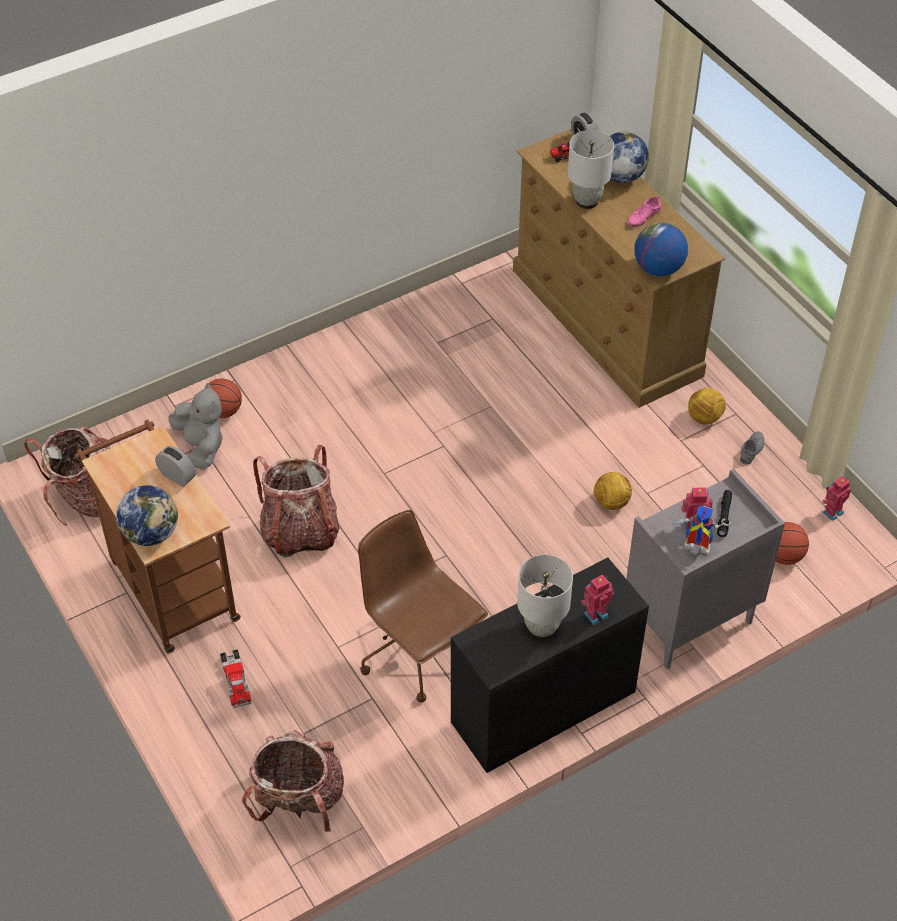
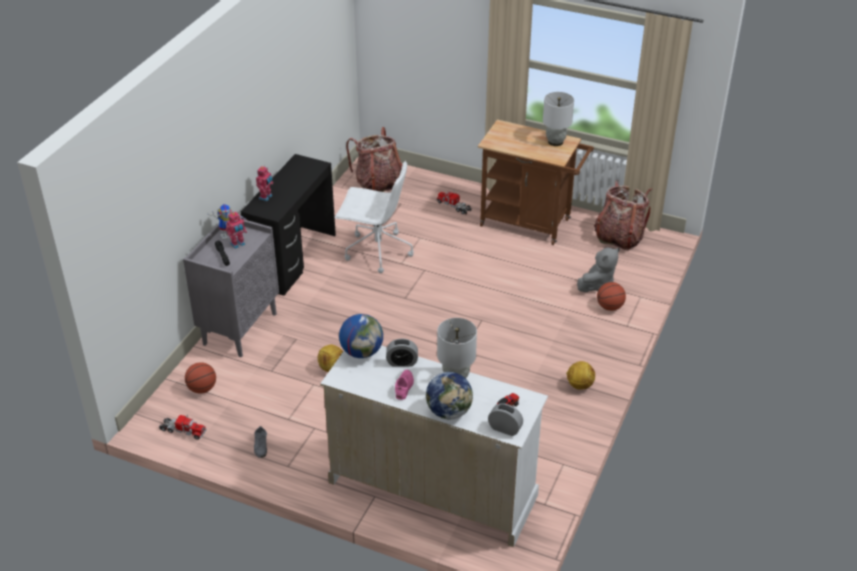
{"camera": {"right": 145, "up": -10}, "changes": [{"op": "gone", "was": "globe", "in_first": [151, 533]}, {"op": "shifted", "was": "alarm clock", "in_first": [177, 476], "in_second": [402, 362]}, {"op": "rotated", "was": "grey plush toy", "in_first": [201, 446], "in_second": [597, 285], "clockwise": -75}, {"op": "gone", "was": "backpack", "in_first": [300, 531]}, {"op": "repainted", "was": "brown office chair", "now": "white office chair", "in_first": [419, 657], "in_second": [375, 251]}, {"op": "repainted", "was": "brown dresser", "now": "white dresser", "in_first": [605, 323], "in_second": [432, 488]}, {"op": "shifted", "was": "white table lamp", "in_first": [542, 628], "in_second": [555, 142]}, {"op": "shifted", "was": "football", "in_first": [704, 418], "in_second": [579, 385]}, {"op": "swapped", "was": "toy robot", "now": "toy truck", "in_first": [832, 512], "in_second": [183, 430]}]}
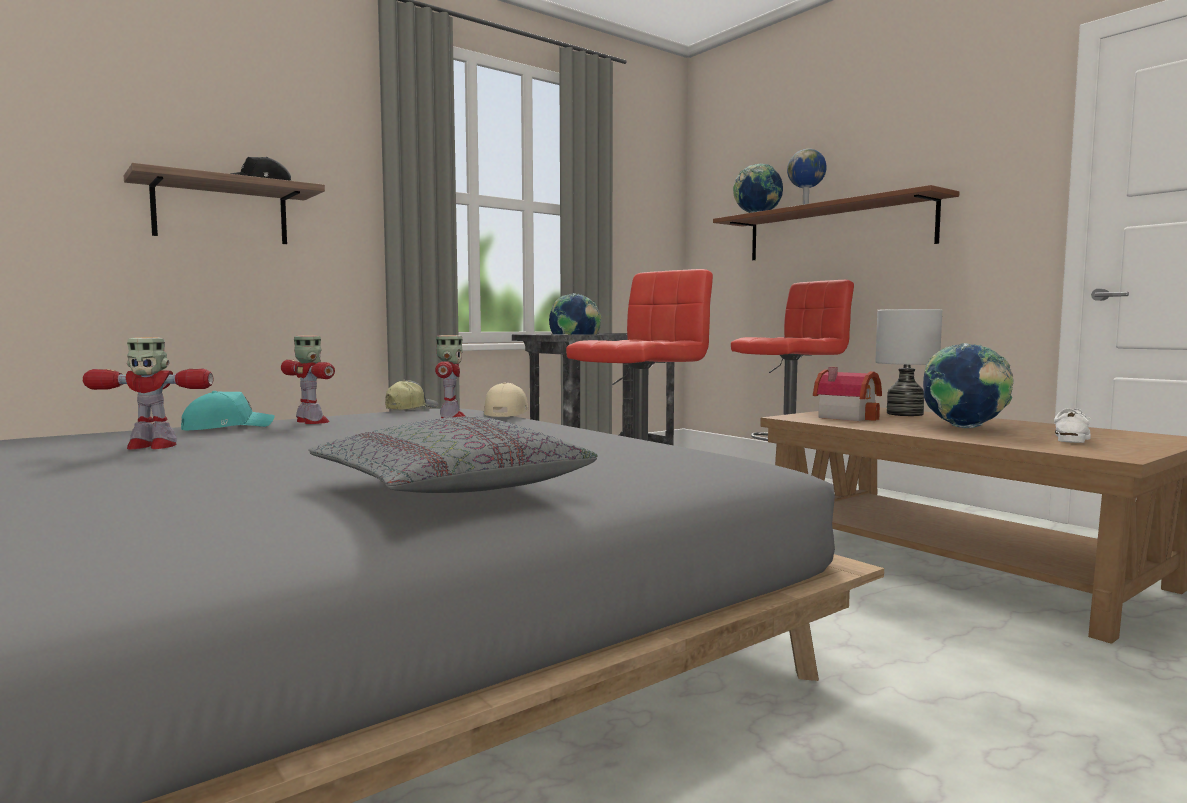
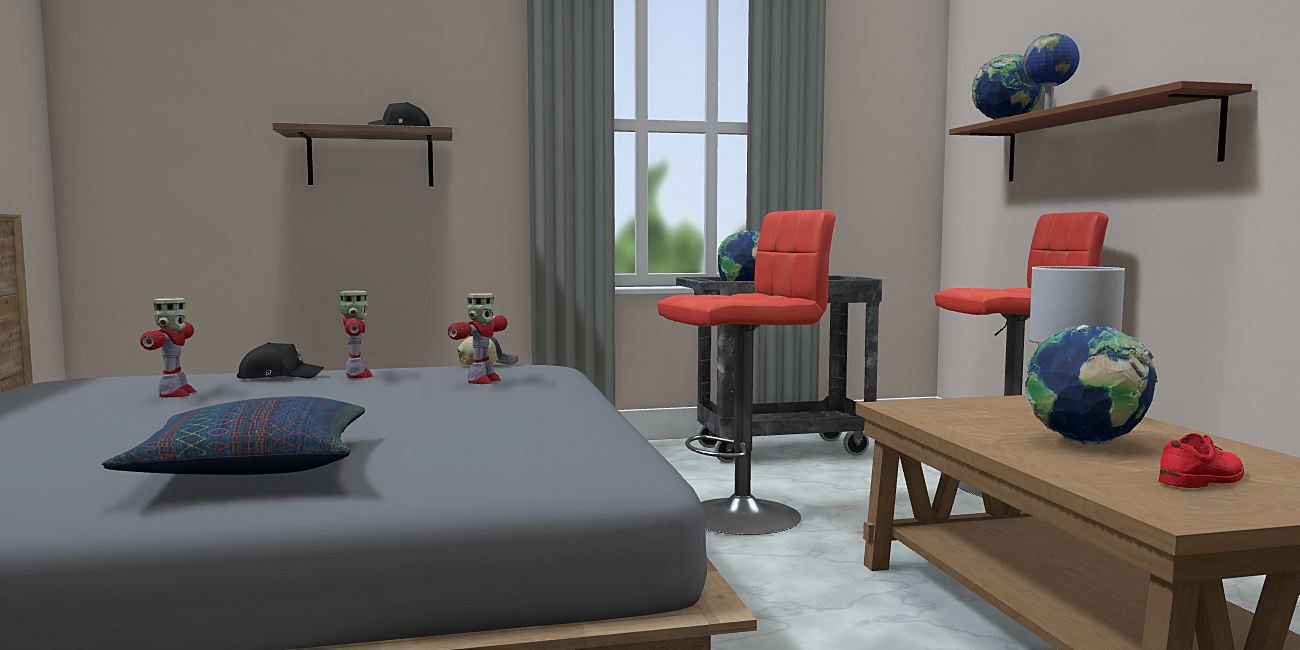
{"camera": {"right": 25, "up": 0}, "changes": [{"op": "rotated", "was": "toy robot", "in_first": [151, 446], "in_second": [175, 394], "clockwise": -120}, {"op": "repainted", "was": "turquoise cap", "now": "black cap", "in_first": [226, 427], "in_second": [279, 377]}, {"op": "repainted", "was": "grey pillow", "now": "blue pillow", "in_first": [448, 488], "in_second": [253, 467]}, {"op": "gone", "was": "beige cap", "in_first": [505, 413]}, {"op": "gone", "was": "toy house", "in_first": [846, 417]}, {"op": "repainted", "was": "white shoe", "now": "red shoe", "in_first": [1071, 439], "in_second": [1202, 479]}]}
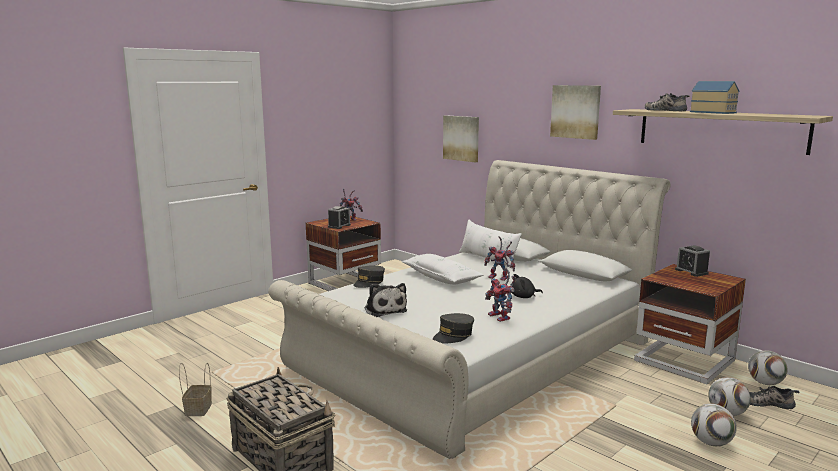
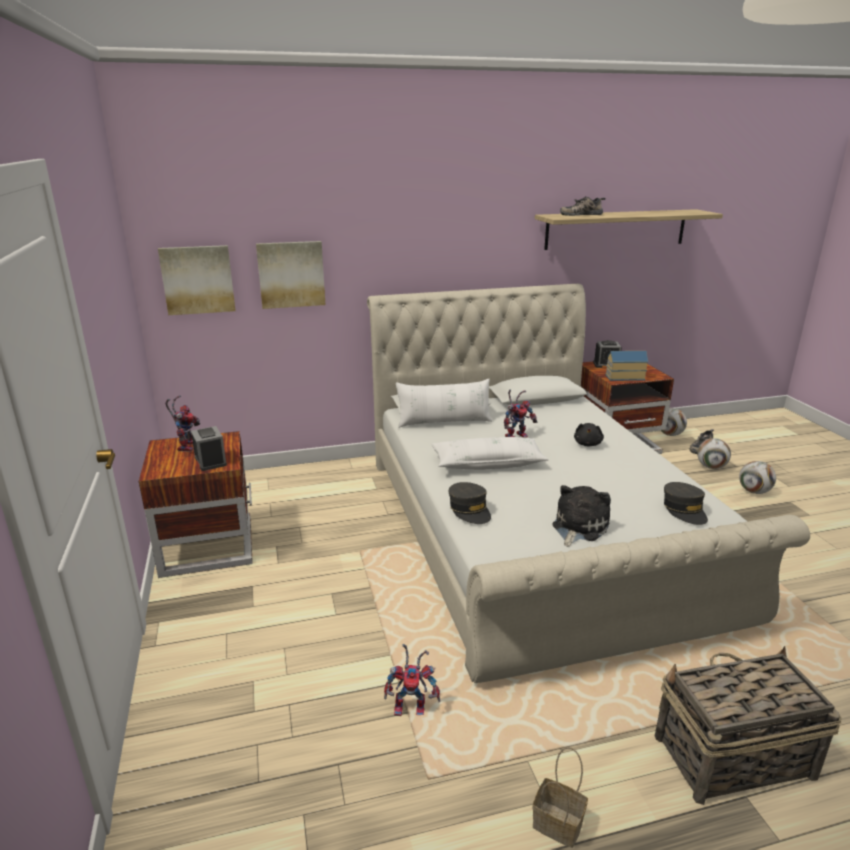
{"camera": {"right": -60, "up": 10}, "changes": [{"op": "rotated", "was": "plush toy", "in_first": [384, 310], "in_second": [578, 527], "clockwise": -60}, {"op": "shifted", "was": "toy robot", "in_first": [501, 317], "in_second": [412, 706]}, {"op": "shifted", "was": "picture", "in_first": [575, 111], "in_second": [198, 279]}, {"op": "shifted", "was": "toy house", "in_first": [713, 112], "in_second": [624, 376]}]}
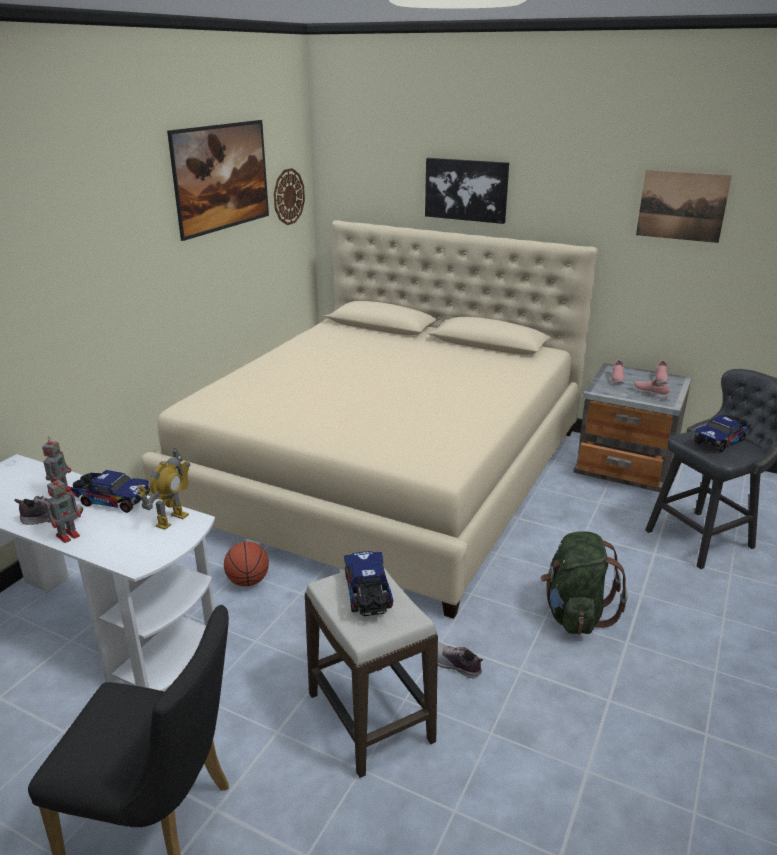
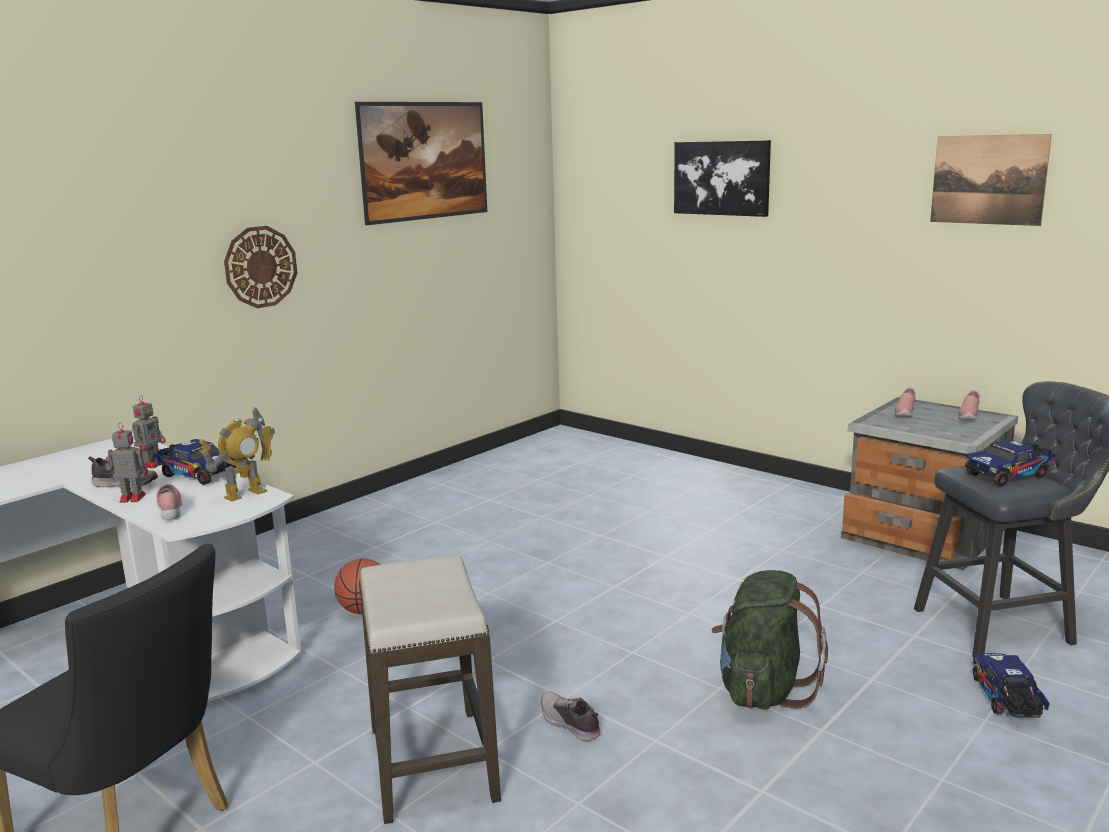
{"camera": {"right": 15, "up": -10}, "changes": [{"op": "rotated", "was": "toy robot", "in_first": [69, 535], "in_second": [131, 498], "clockwise": -150}, {"op": "gone", "was": "beige bed", "in_first": [385, 472]}, {"op": "shifted", "was": "wall clock", "in_first": [288, 196], "in_second": [260, 267]}, {"op": "shifted", "was": "toy truck", "in_first": [368, 595], "in_second": [1007, 700]}, {"op": "shifted", "was": "pink shoe", "in_first": [650, 394], "in_second": [171, 510]}]}
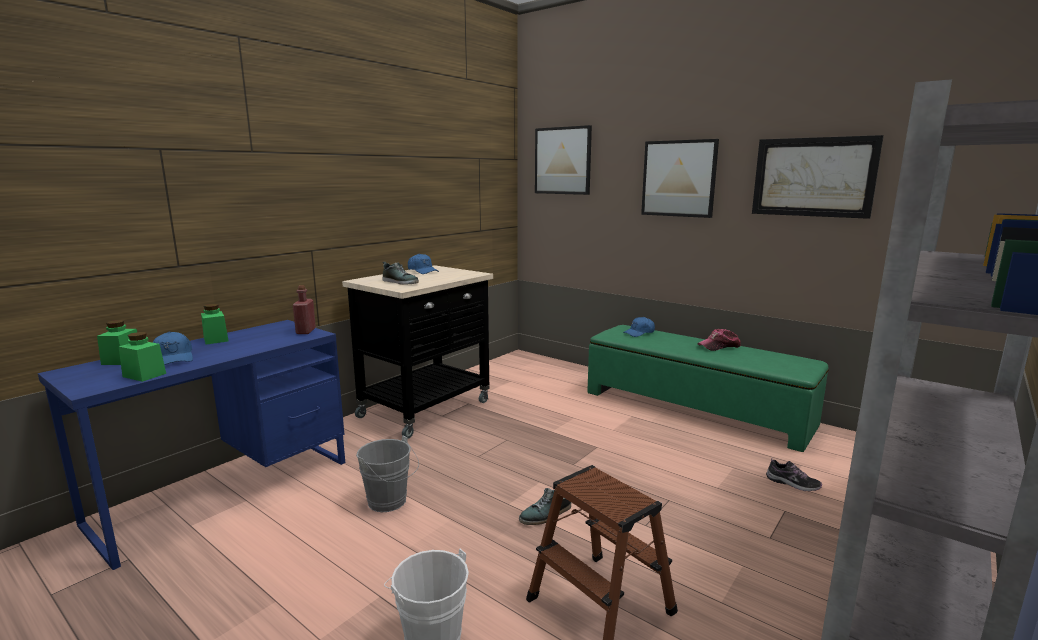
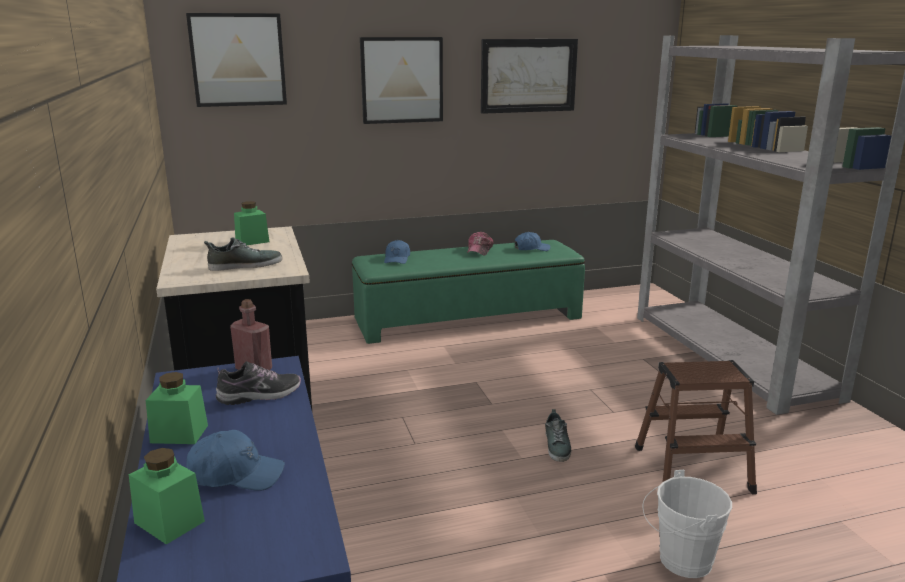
{"camera": {"right": -55, "up": 5}, "changes": [{"op": "shifted", "was": "green jar", "in_first": [144, 375], "in_second": [252, 241]}, {"op": "gone", "was": "grey bucket", "in_first": [390, 503]}, {"op": "shifted", "was": "blue cap", "in_first": [422, 271], "in_second": [531, 248]}, {"op": "shifted", "was": "shoe", "in_first": [792, 483], "in_second": [260, 395]}]}
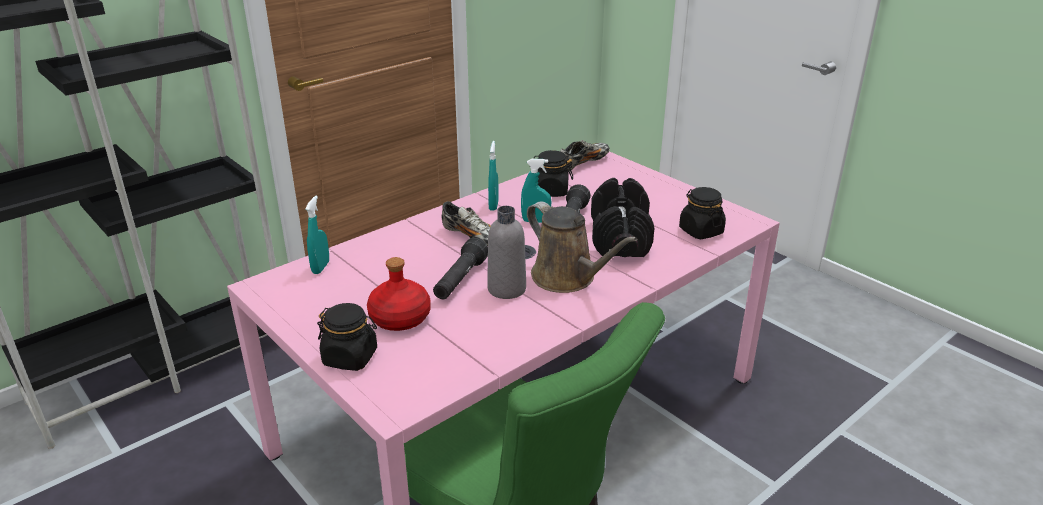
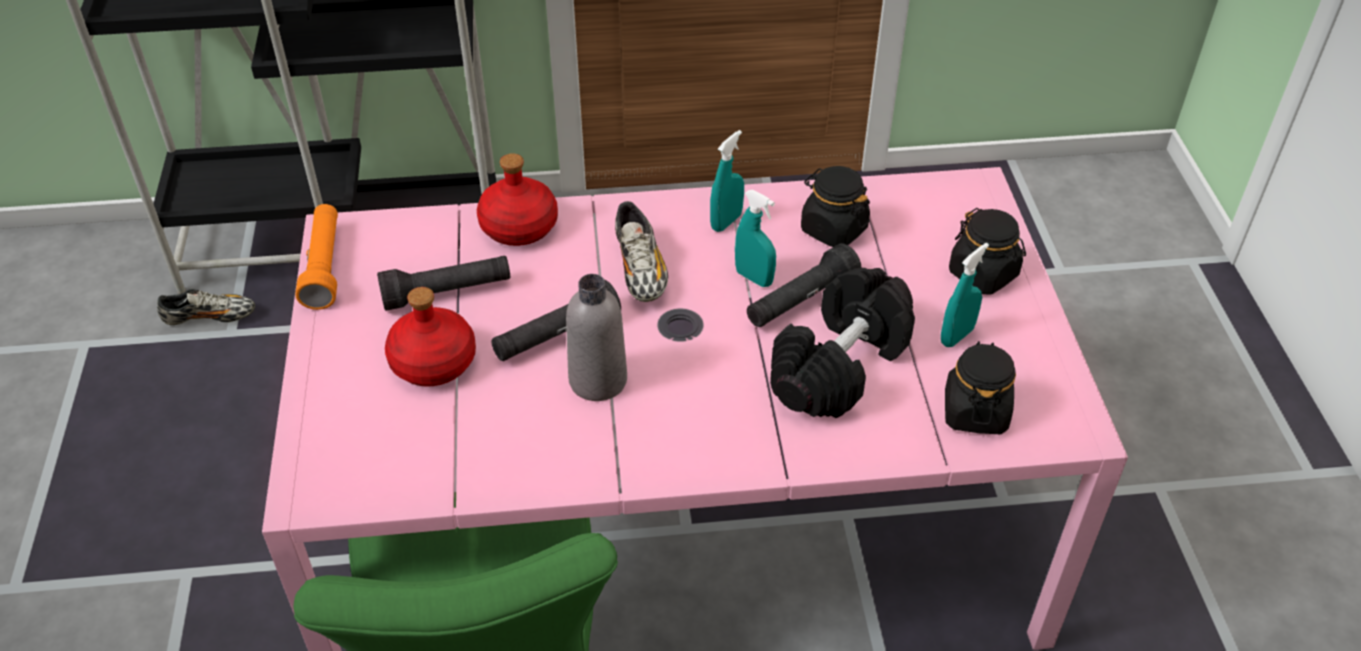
{"camera": {"right": 35, "up": 15}, "changes": [{"op": "shifted", "was": "turquoise spray bottle", "in_first": [320, 267], "in_second": [957, 336]}, {"op": "shifted", "was": "black jar", "in_first": [350, 357], "in_second": [983, 274]}, {"op": "gone", "was": "brown watering can", "in_first": [567, 278]}, {"op": "shifted", "was": "shoe", "in_first": [582, 163], "in_second": [210, 317]}, {"op": "new", "now": "orange flashlight", "in_second": [324, 266]}, {"op": "new", "now": "black flashlight", "in_second": [447, 293]}, {"op": "new", "now": "red bottle", "in_second": [519, 226]}]}
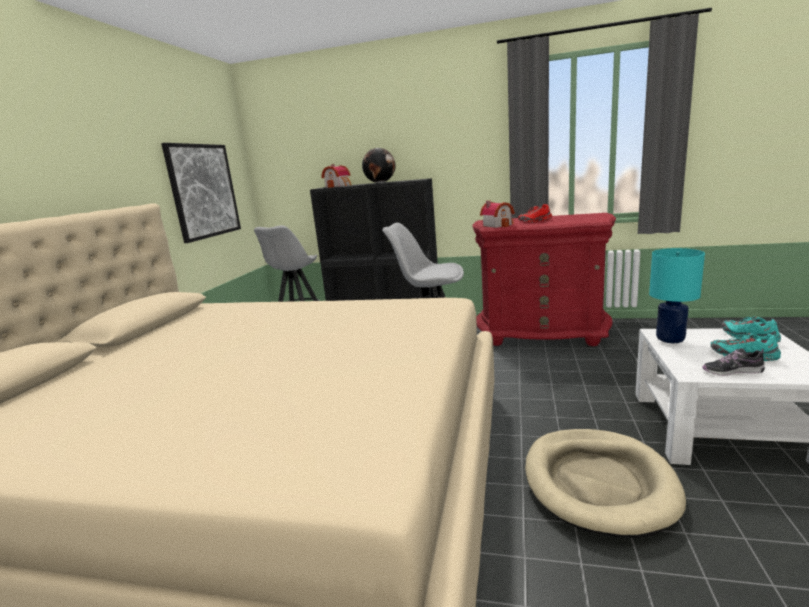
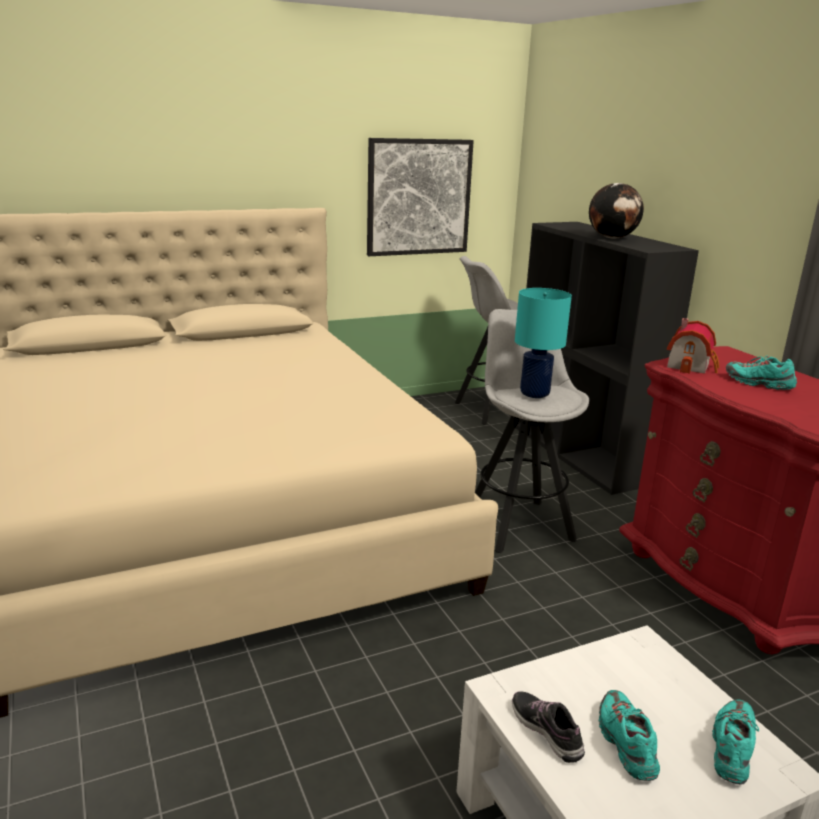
{"camera": {"right": 50, "up": 5}, "changes": [{"op": "gone", "was": "toy house", "in_first": [339, 186]}, {"op": "repainted", "was": "red shoe", "now": "turquoise shoe", "in_first": [535, 221], "in_second": [758, 383]}, {"op": "gone", "was": "beige dog bed", "in_first": [598, 483]}, {"op": "shifted", "was": "turquoise table lamp", "in_first": [669, 340], "in_second": [534, 395]}]}
